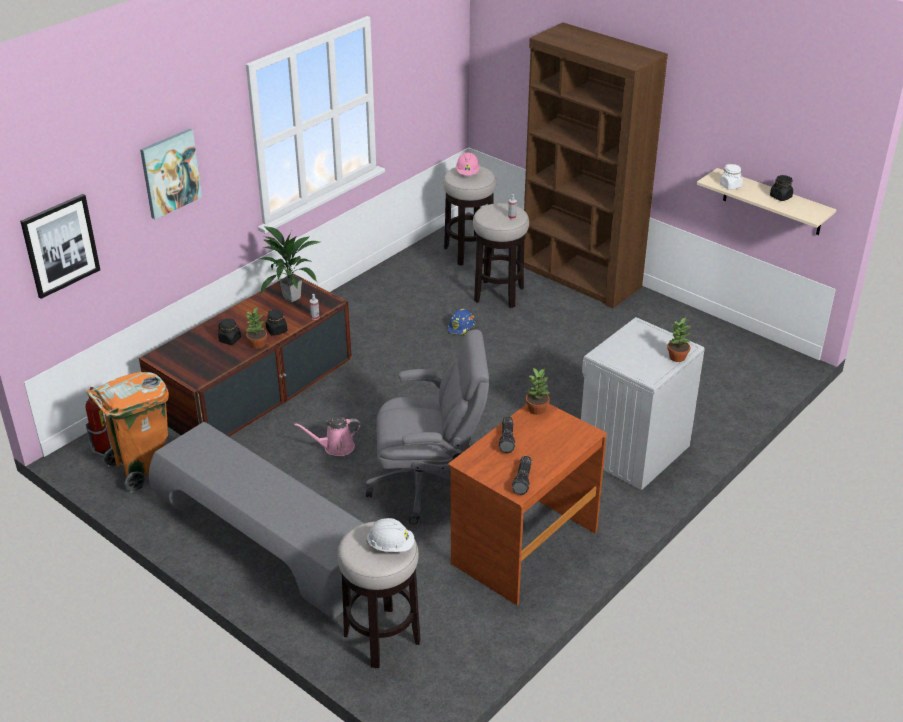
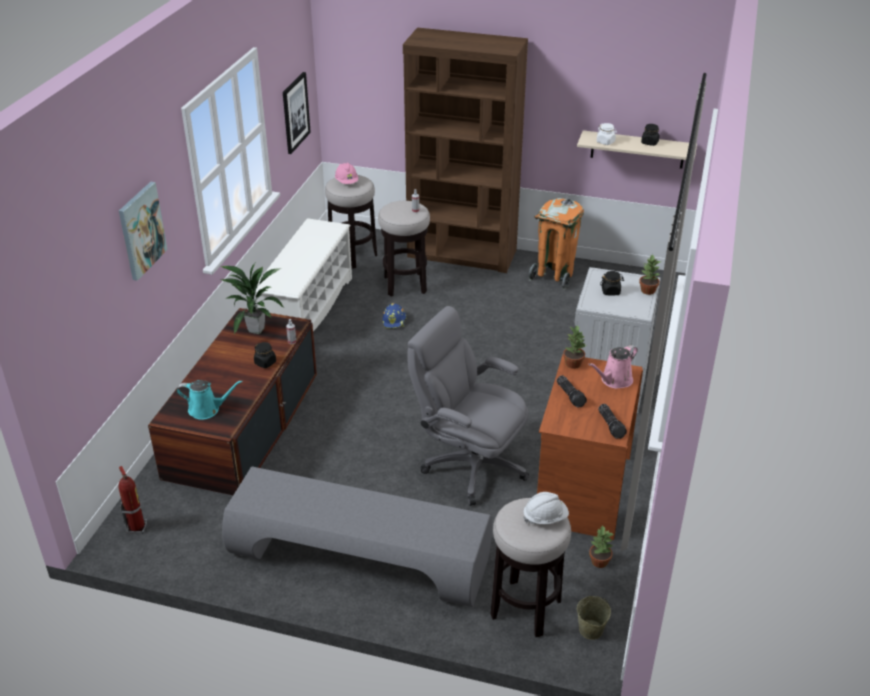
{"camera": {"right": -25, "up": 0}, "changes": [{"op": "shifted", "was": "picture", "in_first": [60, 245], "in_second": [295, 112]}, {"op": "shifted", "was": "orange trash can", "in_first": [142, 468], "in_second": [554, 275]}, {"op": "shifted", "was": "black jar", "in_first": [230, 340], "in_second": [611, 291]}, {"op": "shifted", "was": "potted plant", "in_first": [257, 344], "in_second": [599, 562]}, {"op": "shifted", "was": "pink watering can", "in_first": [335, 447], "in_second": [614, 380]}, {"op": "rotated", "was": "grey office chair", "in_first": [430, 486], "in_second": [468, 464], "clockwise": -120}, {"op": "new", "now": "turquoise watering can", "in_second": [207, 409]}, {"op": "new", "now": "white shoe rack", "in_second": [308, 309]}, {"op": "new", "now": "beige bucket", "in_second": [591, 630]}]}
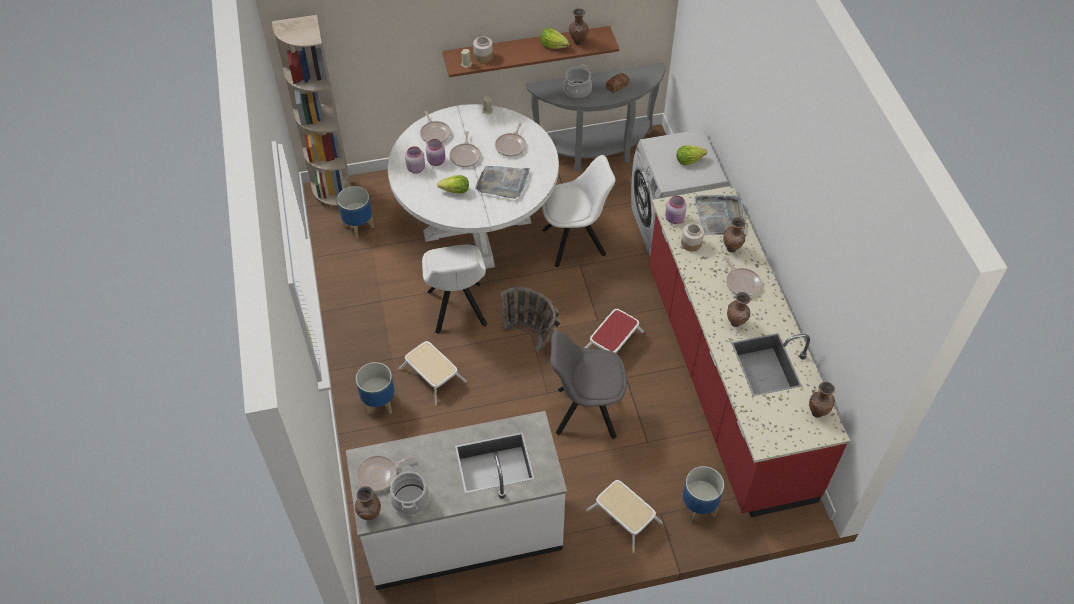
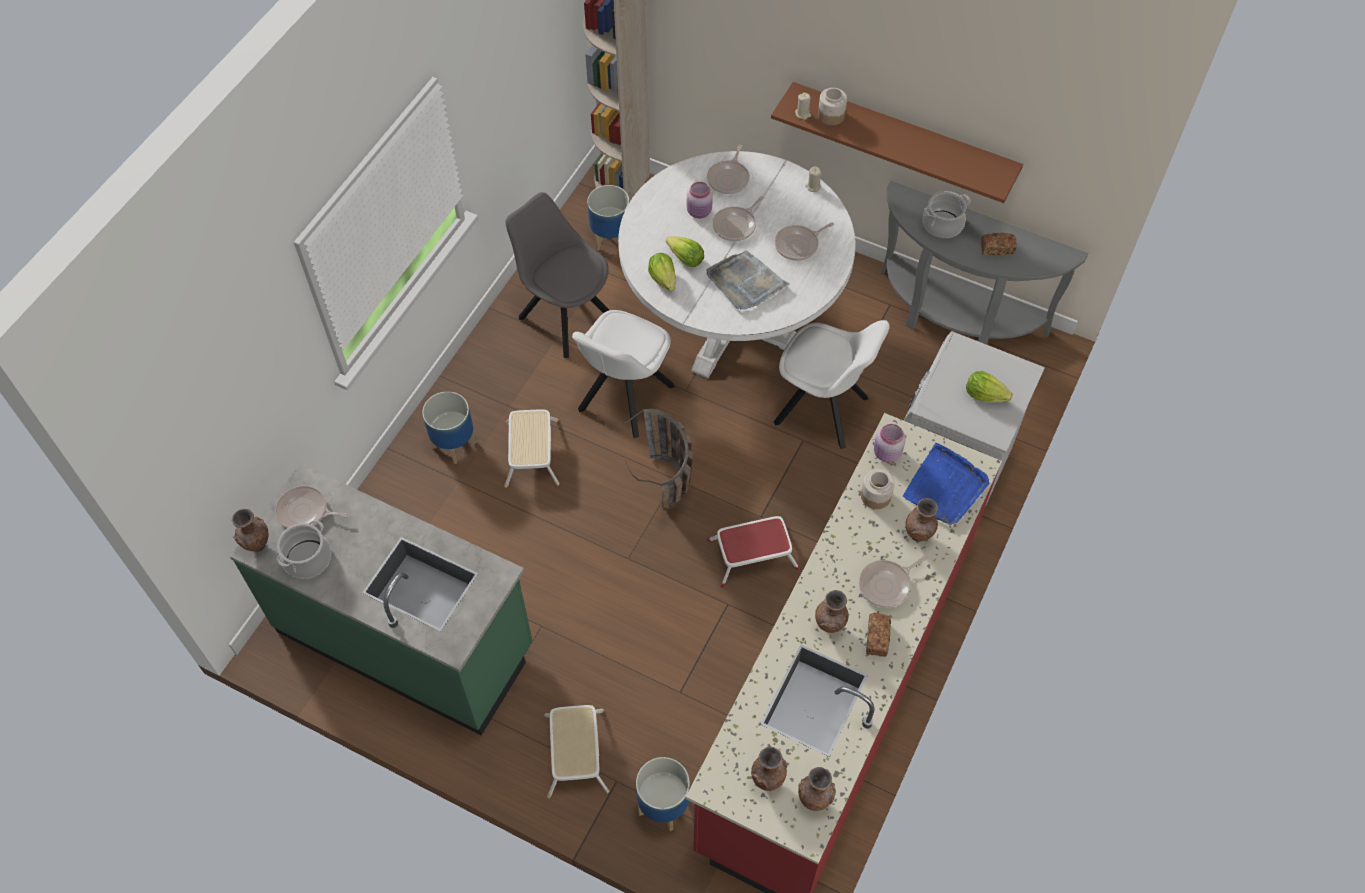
{"camera": {"right": 40, "up": 5}, "changes": [{"op": "repainted", "was": "white counter", "now": "green counter", "in_first": [462, 531], "in_second": [406, 638]}, {"op": "gone", "was": "pink jar", "in_first": [415, 169]}, {"op": "shifted", "was": "lettuce", "in_first": [553, 46], "in_second": [663, 279]}, {"op": "shifted", "was": "grey chair", "in_first": [585, 412], "in_second": [565, 317]}, {"op": "shifted", "was": "brown vase", "in_first": [577, 41], "in_second": [767, 780]}, {"op": "repainted", "was": "grey tray", "now": "blue tray", "in_first": [720, 216], "in_second": [945, 487]}, {"op": "rotated", "was": "frying pan", "in_first": [741, 283], "in_second": [887, 585], "clockwise": 45}, {"op": "new", "now": "bread", "in_second": [877, 638]}]}
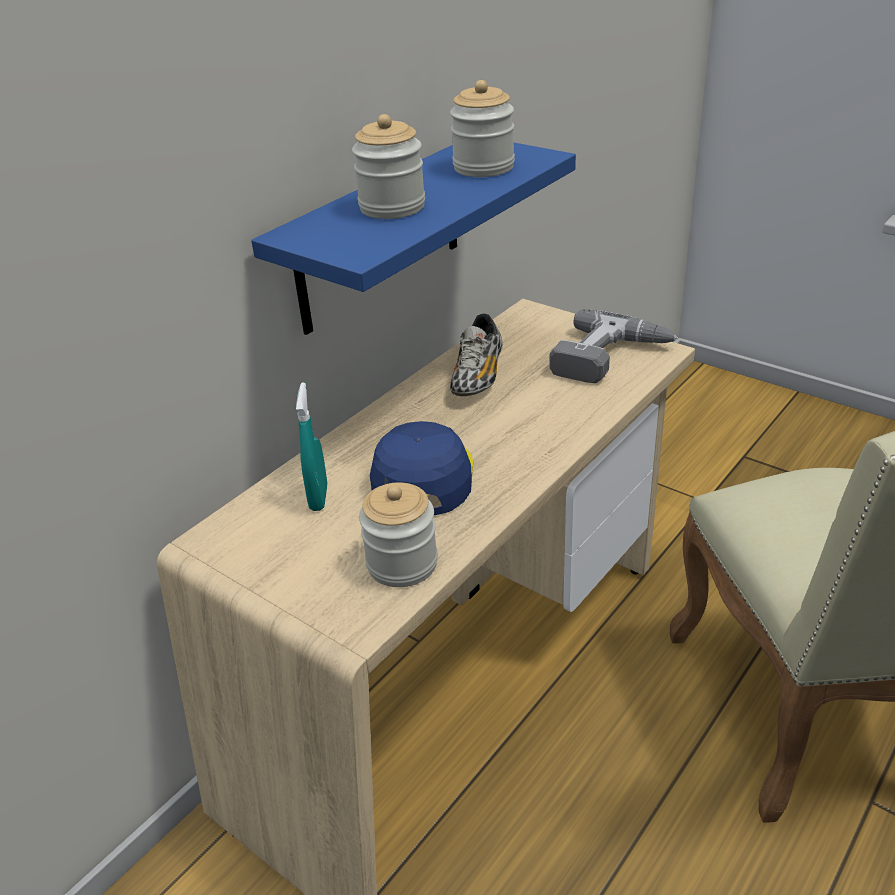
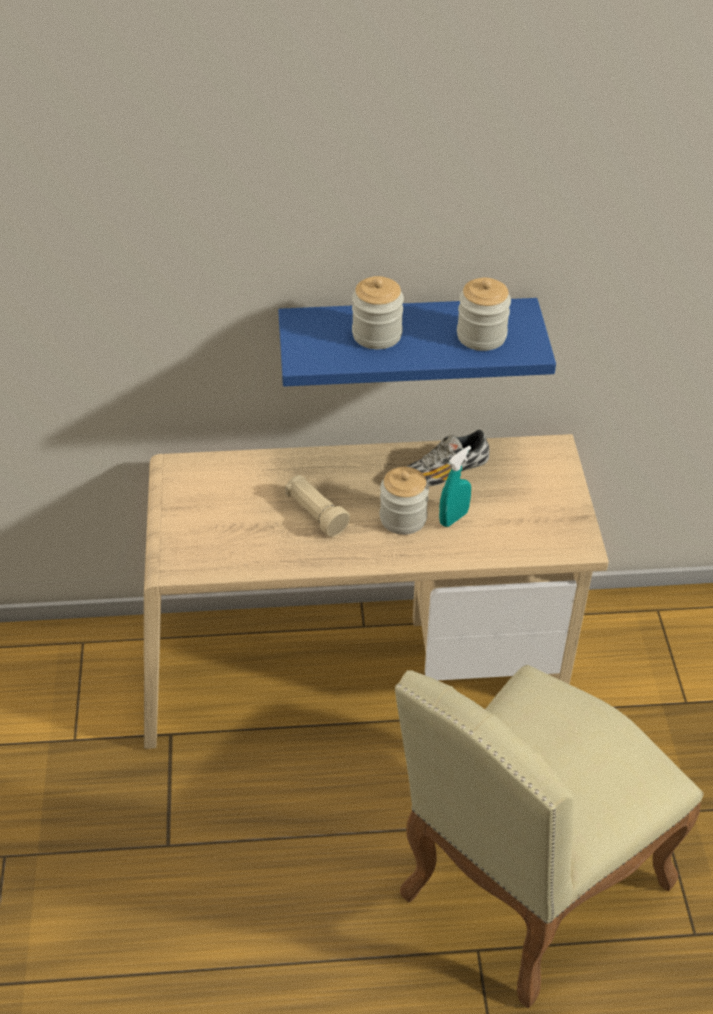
{"camera": {"right": 45, "up": 10}, "changes": [{"op": "shifted", "was": "turquoise spray bottle", "in_first": [318, 498], "in_second": [453, 518]}, {"op": "shifted", "was": "jar", "in_first": [402, 563], "in_second": [403, 518]}, {"op": "swapped", "was": "blue cap", "now": "beige flashlight", "in_first": [422, 477], "in_second": [315, 514]}, {"op": "gone", "was": "power drill", "in_first": [611, 359]}]}
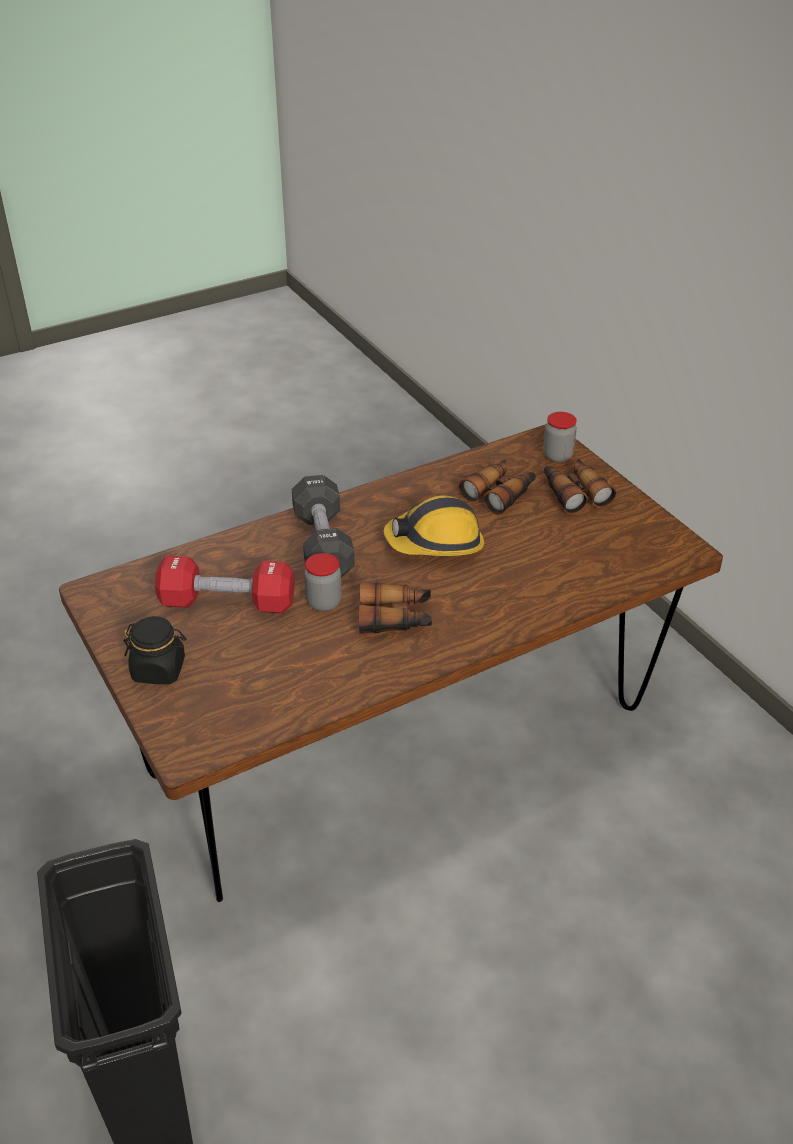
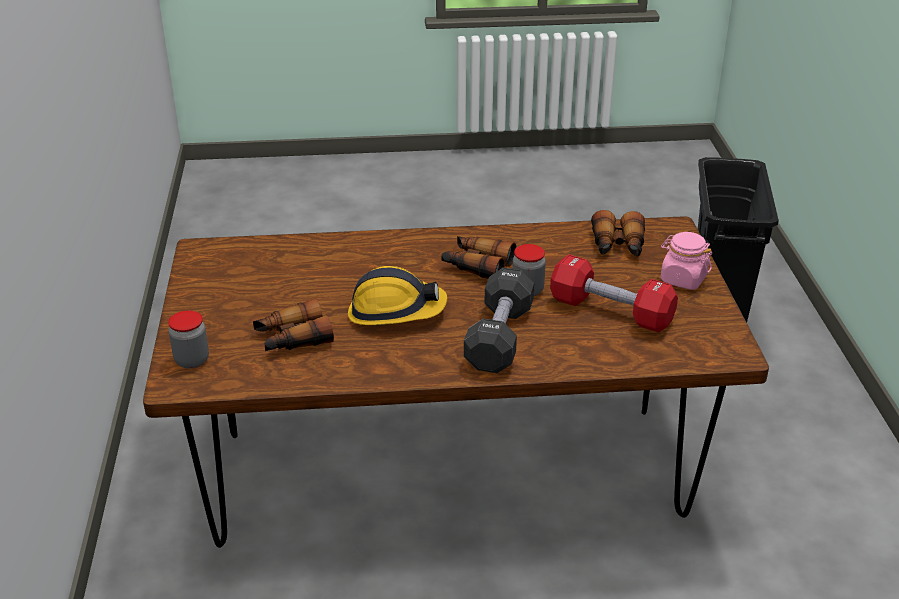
{"camera": {"right": -155, "up": -5}, "changes": [{"op": "repainted", "was": "black jar", "now": "pink jar", "in_first": [159, 669], "in_second": [682, 279]}, {"op": "shifted", "was": "binoculars", "in_first": [574, 493], "in_second": [618, 246]}]}
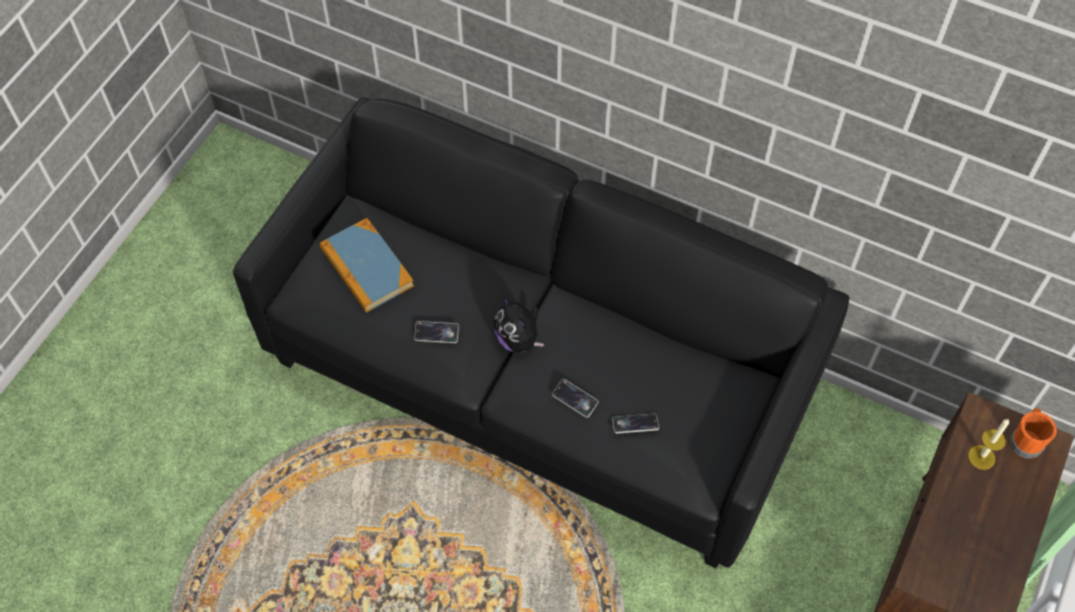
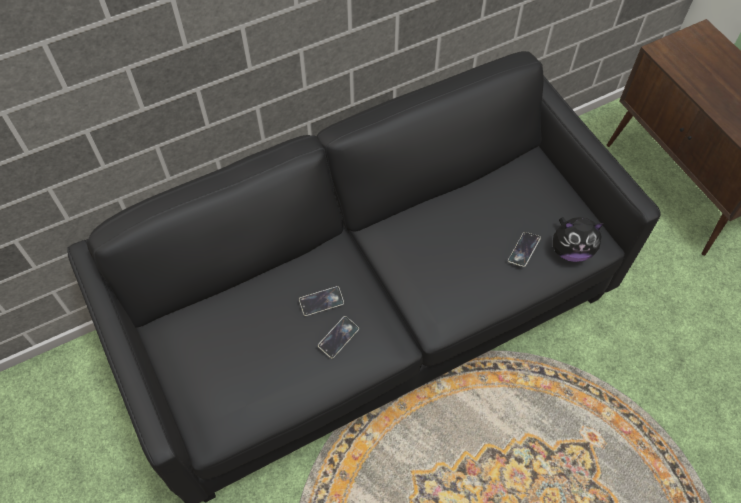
{"camera": {"right": -55, "up": 0}, "changes": [{"op": "gone", "was": "book", "in_first": [366, 267]}, {"op": "shifted", "was": "plush toy", "in_first": [518, 339], "in_second": [571, 250]}, {"op": "shifted", "was": "phone", "in_first": [575, 399], "in_second": [321, 302]}, {"op": "gone", "was": "candle", "in_first": [981, 457]}, {"op": "gone", "was": "orange mug", "in_first": [1026, 440]}]}
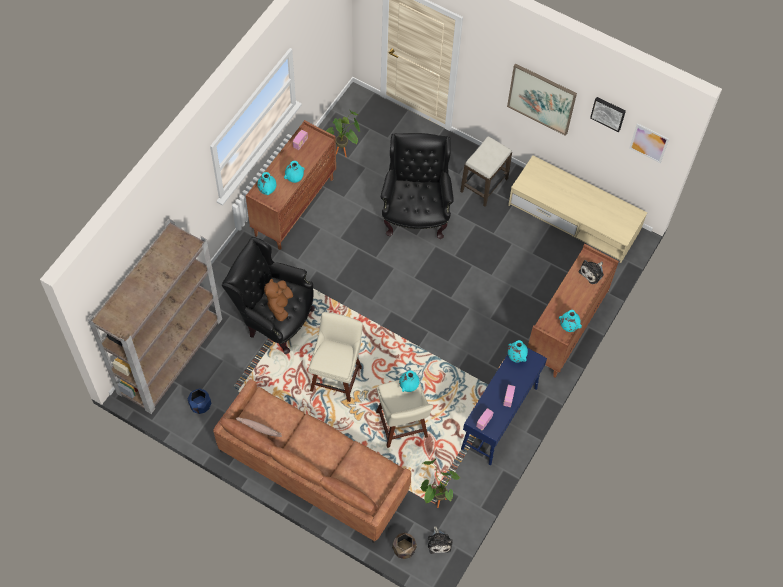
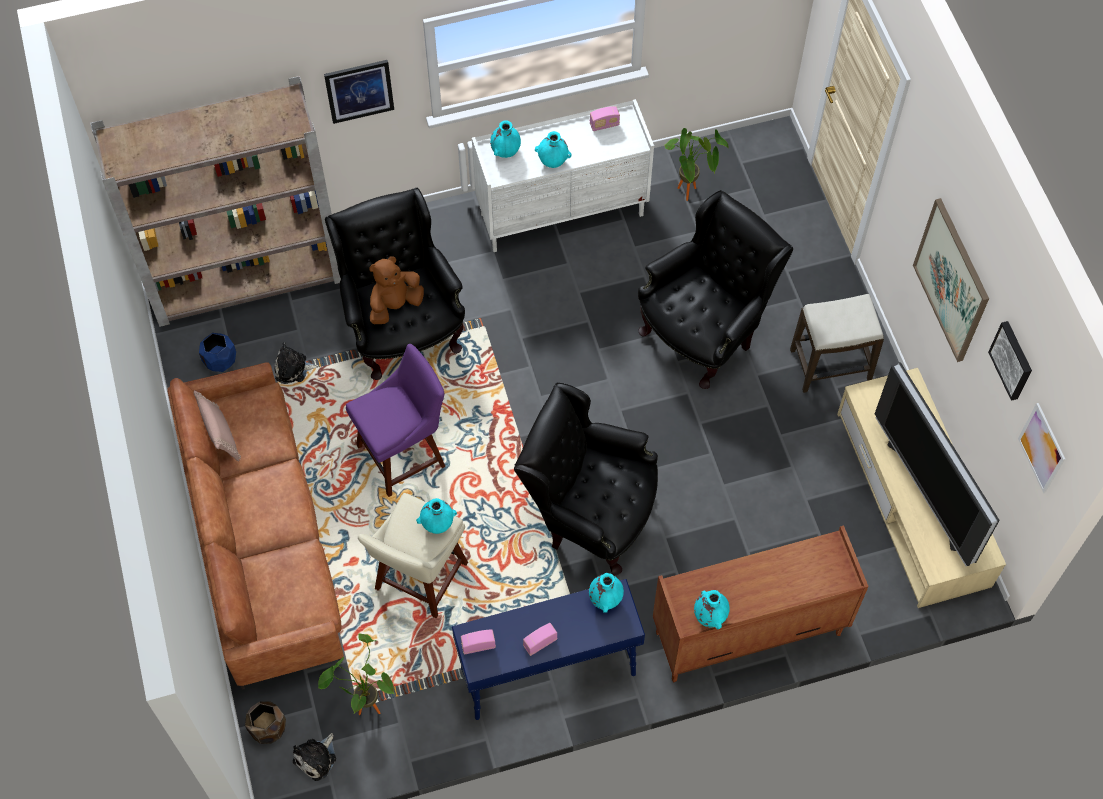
{"camera": {"right": 45, "up": 0}, "changes": [{"op": "repainted", "was": "brown cabinet", "now": "white cabinet", "in_first": [294, 207], "in_second": [563, 214]}, {"op": "repainted", "was": "beige stool", "now": "purple stool", "in_first": [337, 376], "in_second": [405, 454]}, {"op": "shifted", "was": "plush toy", "in_first": [592, 272], "in_second": [293, 369]}, {"op": "new", "now": "picture", "in_second": [359, 90]}, {"op": "new", "now": "black armchair", "in_second": [590, 517]}, {"op": "new", "now": "television", "in_second": [929, 492]}]}
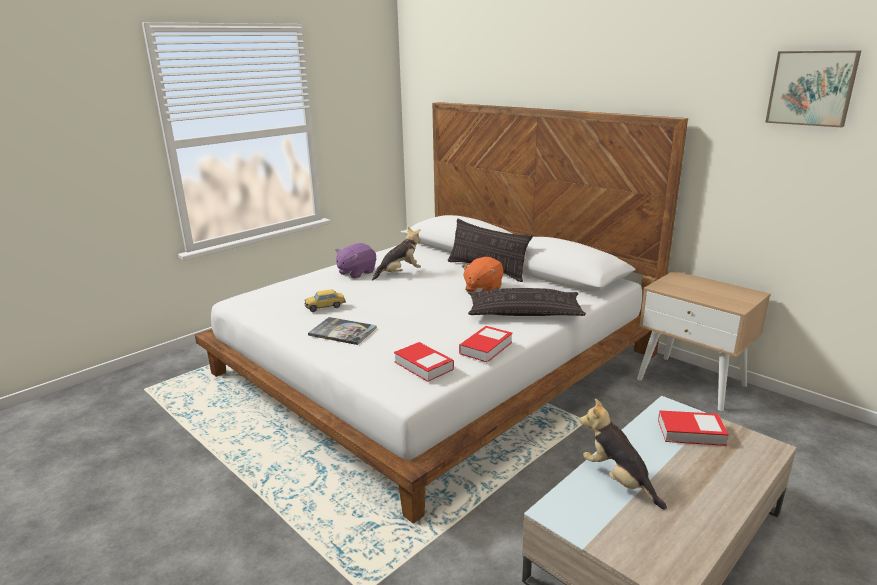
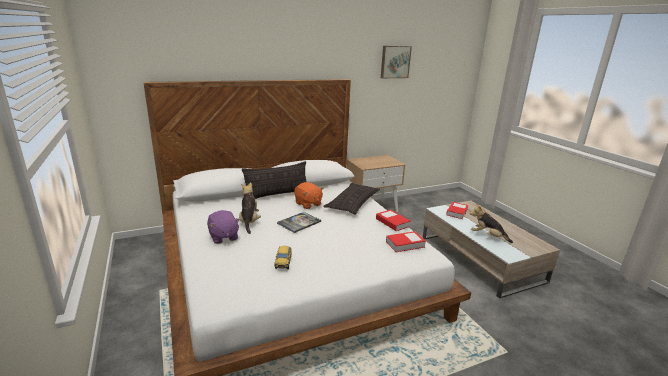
{"camera": {"right": -70, "up": 0}, "changes": [{"op": "shifted", "was": "book", "in_first": [342, 332], "in_second": [299, 222]}, {"op": "rotated", "was": "plush toy", "in_first": [618, 480], "in_second": [487, 236], "clockwise": 45}]}
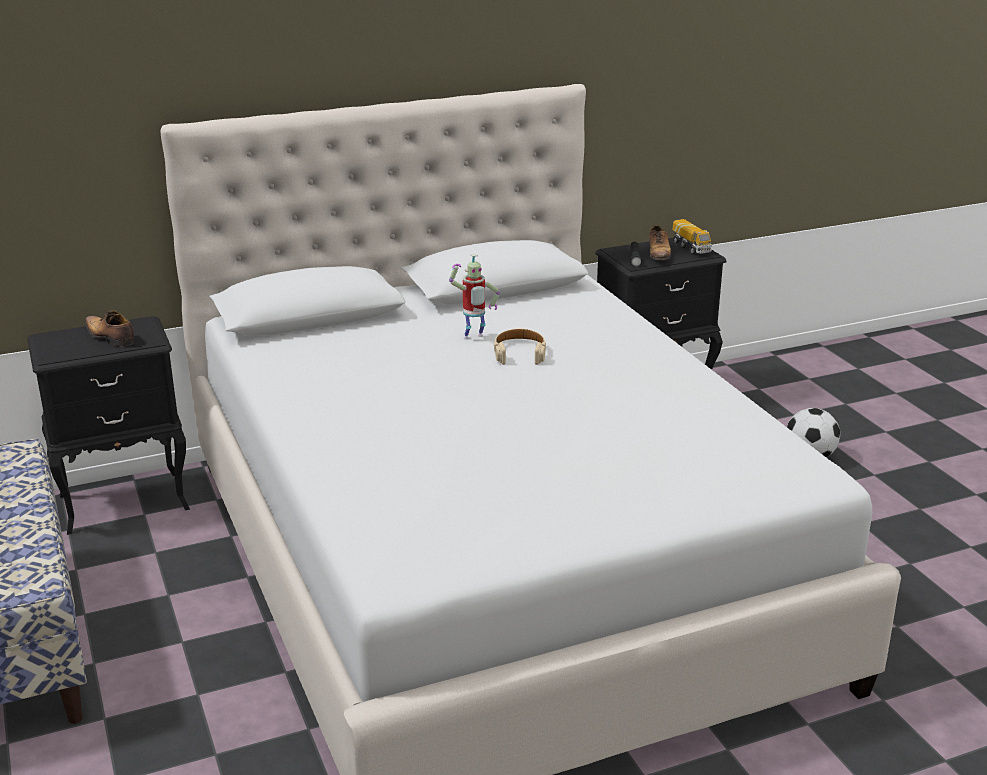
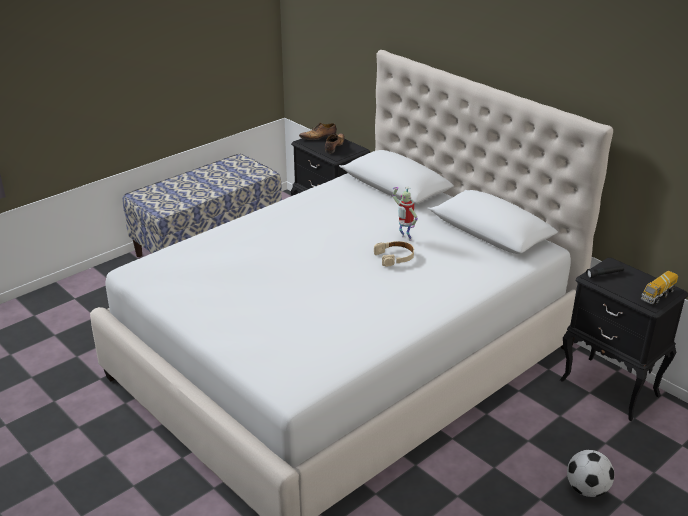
{"camera": {"right": 70, "up": 5}, "changes": [{"op": "shifted", "was": "shoe", "in_first": [658, 253], "in_second": [319, 137]}]}
